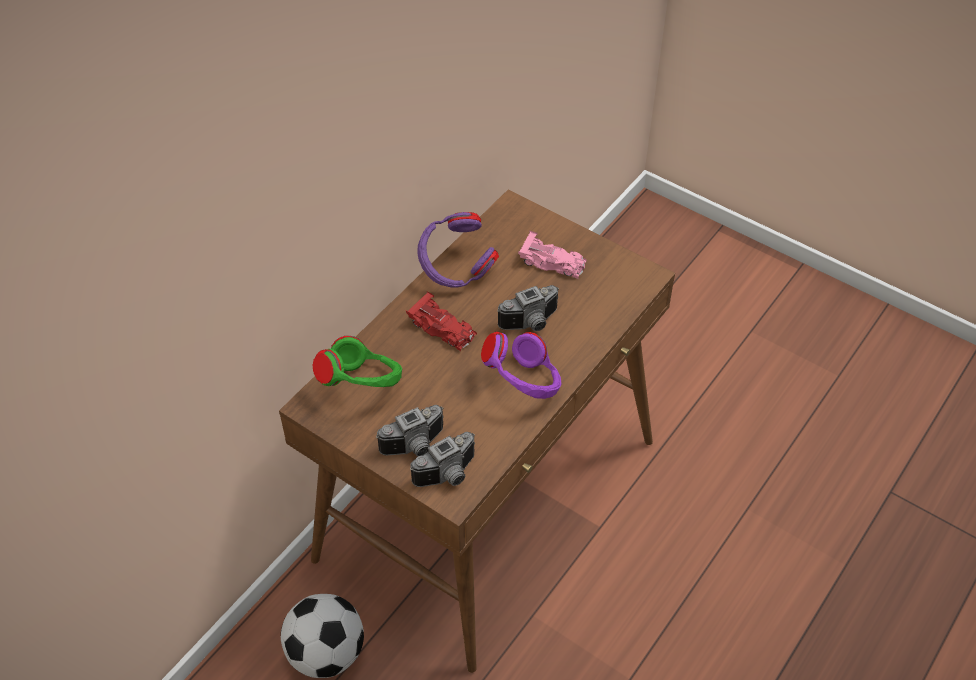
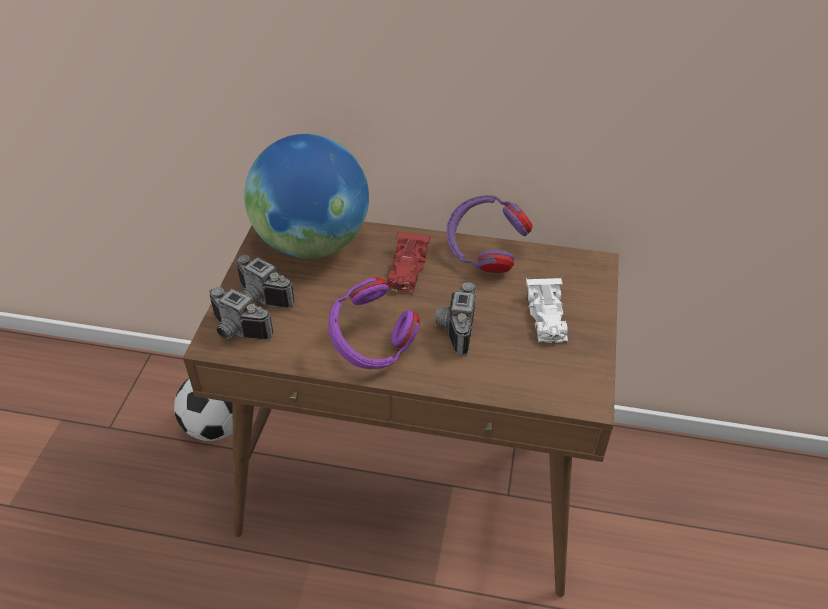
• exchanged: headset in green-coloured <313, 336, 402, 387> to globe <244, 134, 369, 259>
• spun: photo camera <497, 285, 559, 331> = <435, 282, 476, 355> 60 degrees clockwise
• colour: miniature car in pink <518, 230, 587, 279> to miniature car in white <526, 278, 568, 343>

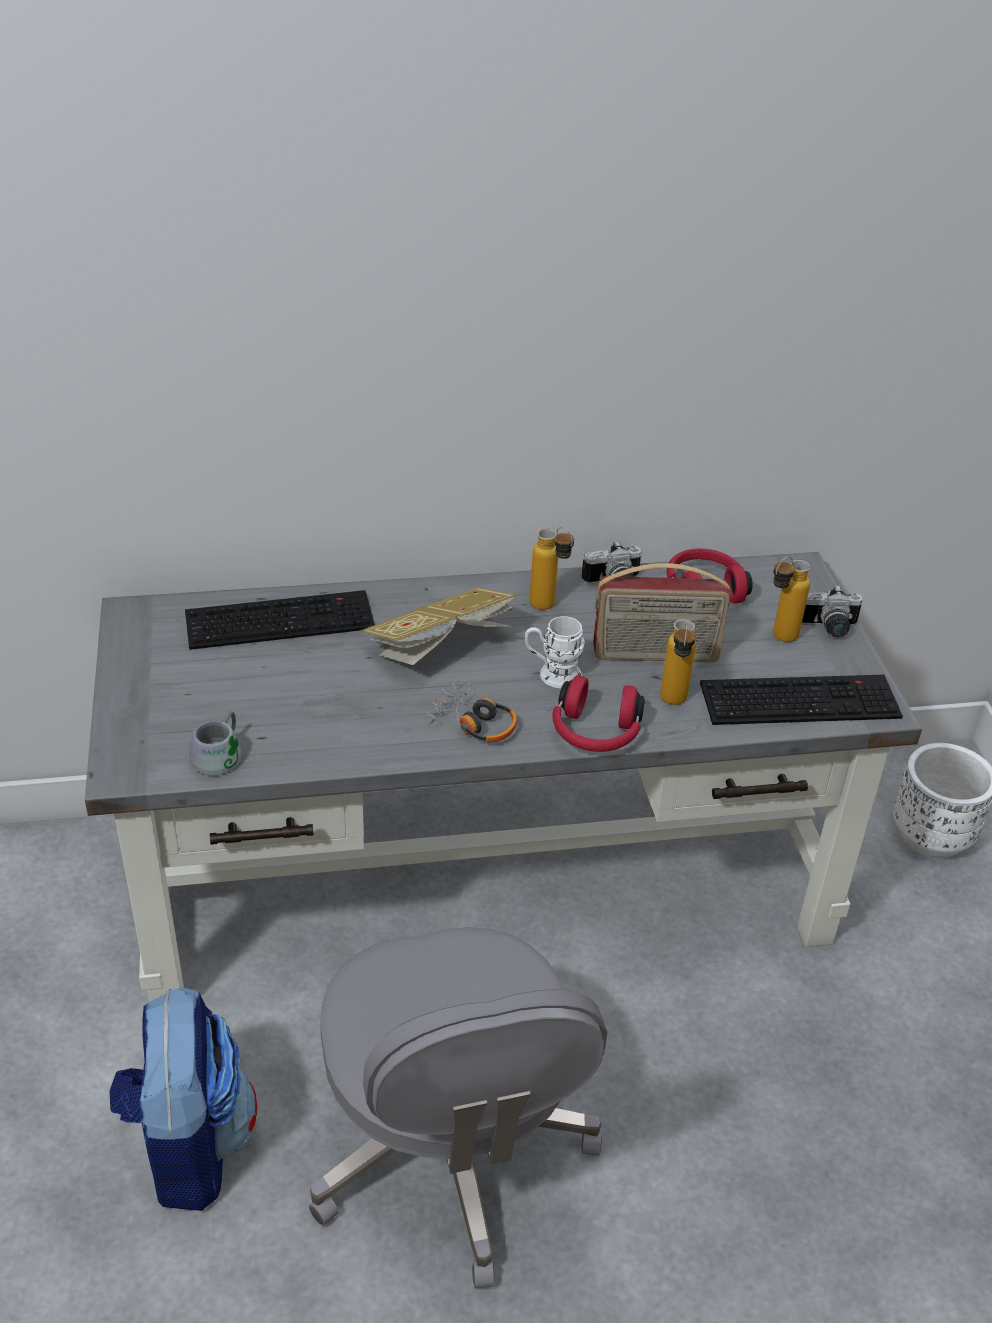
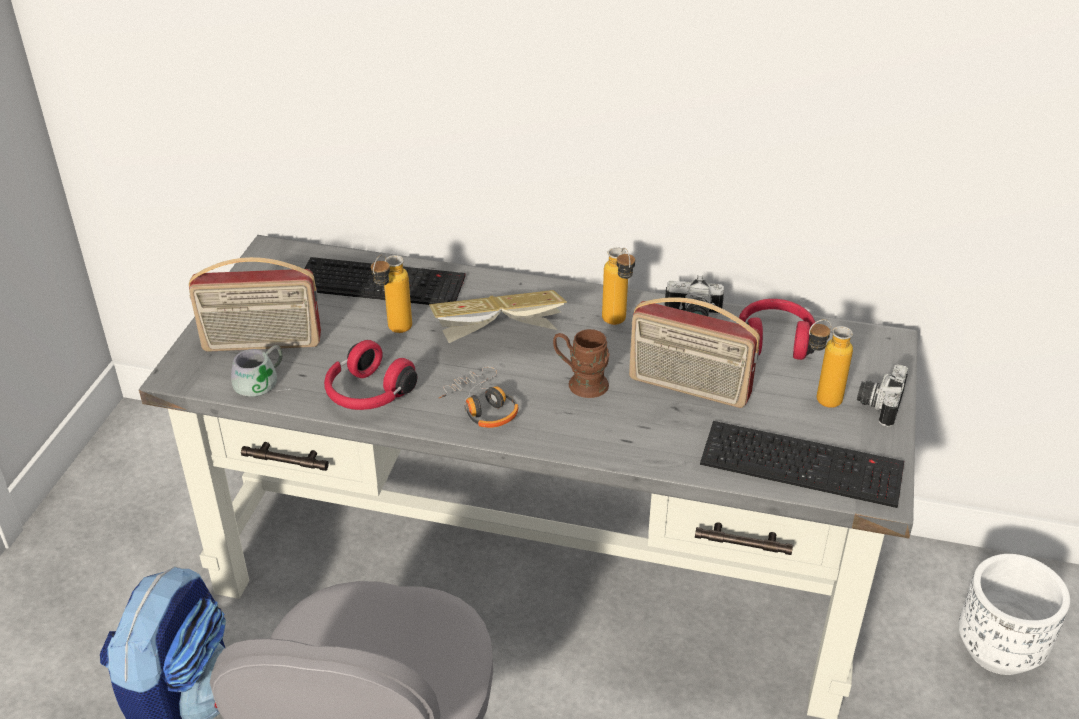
• appeared: radio set <189, 257, 321, 352>
• relocated: headset in red-coloured <552, 676, 645, 752> to <324, 340, 417, 410>
• relocated: drink bottle <660, 619, 696, 705> to <371, 255, 412, 333>
• colour: tea mug in white <525, 616, 585, 688> to tea mug in brown <553, 329, 610, 398>
• spun: photo camera <802, 585, 863, 638> = <857, 364, 908, 427> 90 degrees clockwise

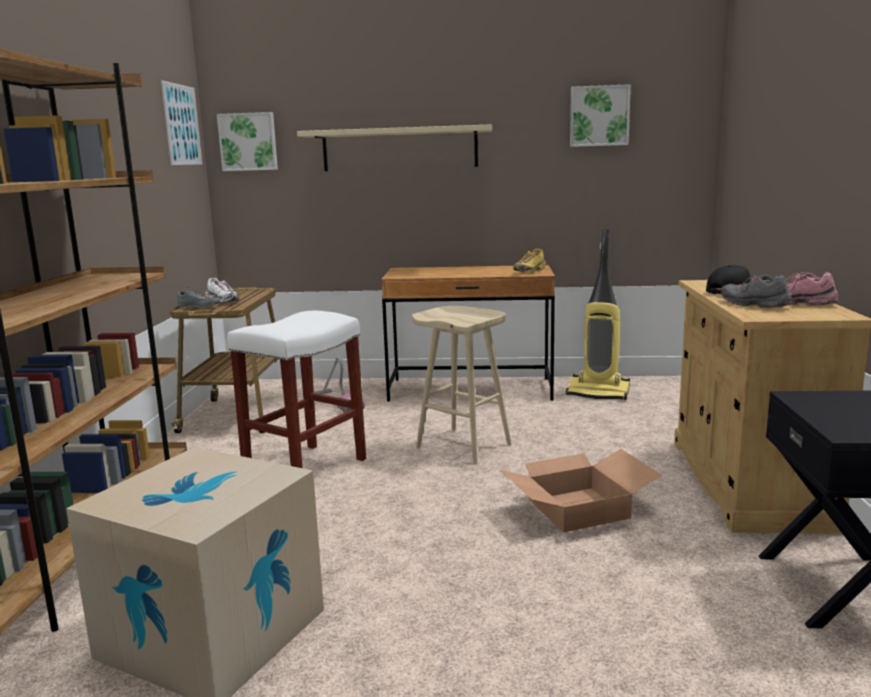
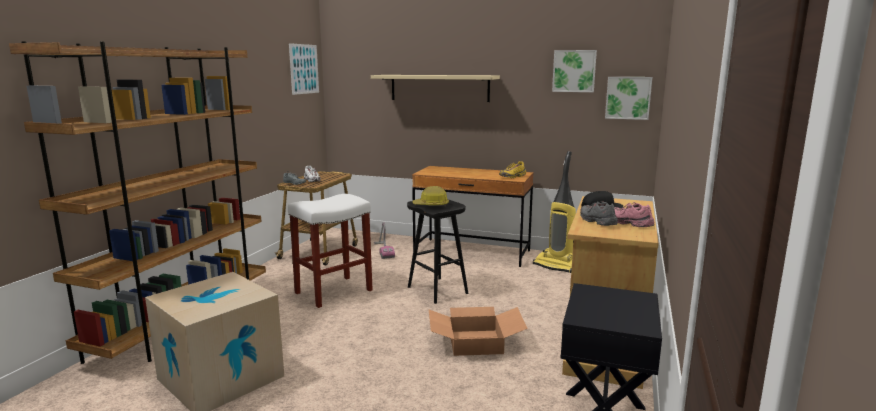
• colour: stool seat in beige-coloured <412, 306, 511, 464> to stool seat in black-coloured <407, 200, 468, 304>
• appeared: work helmet <413, 186, 449, 206>
• relocated: picture <217, 112, 278, 171> to <605, 77, 652, 120>

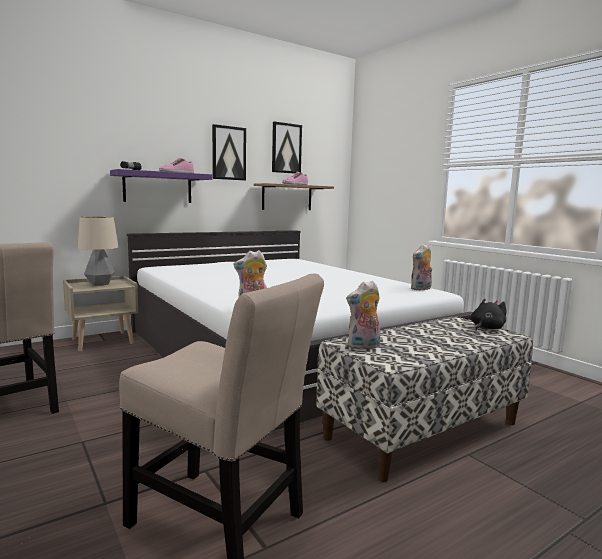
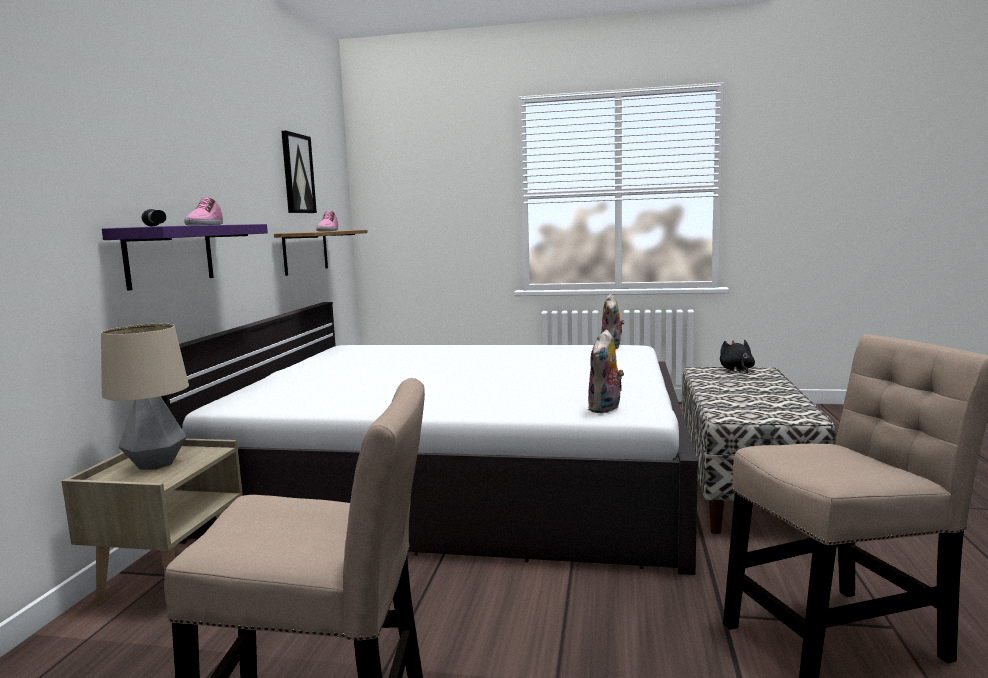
• missing: picture <212, 124, 246, 180>
• missing: cuddly toy <346, 281, 380, 350>

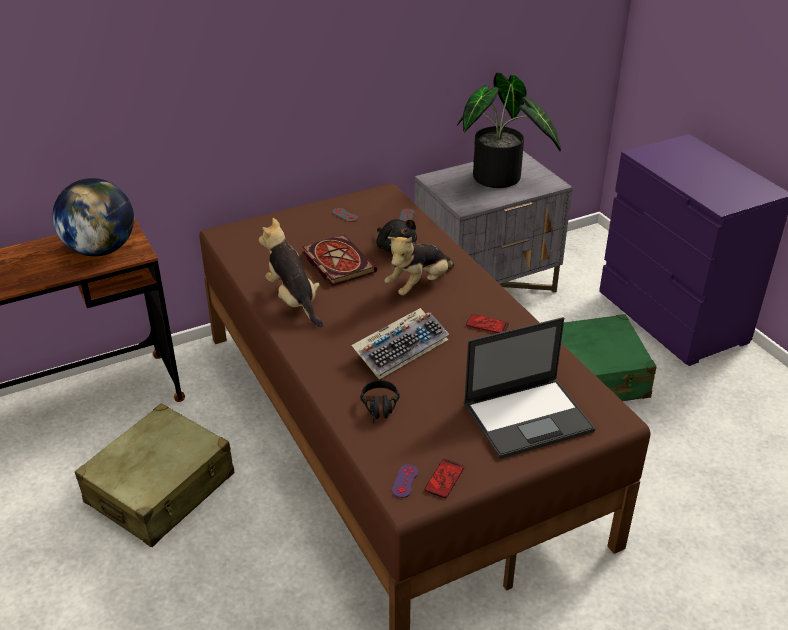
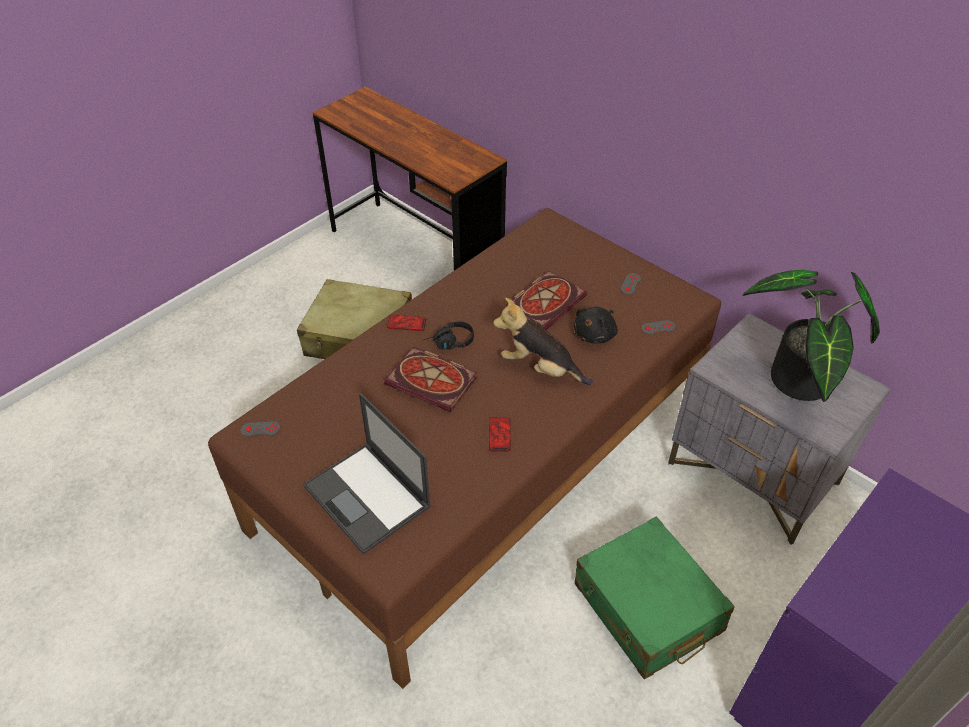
• colour: game controller in purple-coloured <392, 464, 418, 498> to game controller in gray <241, 421, 280, 437>
• exchanged: PC keyboard <352, 308, 449, 380> to book <384, 346, 477, 412>
• relocated: telephone <424, 459, 464, 498> to <387, 315, 426, 331>
• relocated: headset in black-coloured <360, 380, 399, 424> to <424, 321, 474, 350>
• missing: globe <52, 178, 134, 256>
• missing: cuddly toy <259, 218, 323, 327>

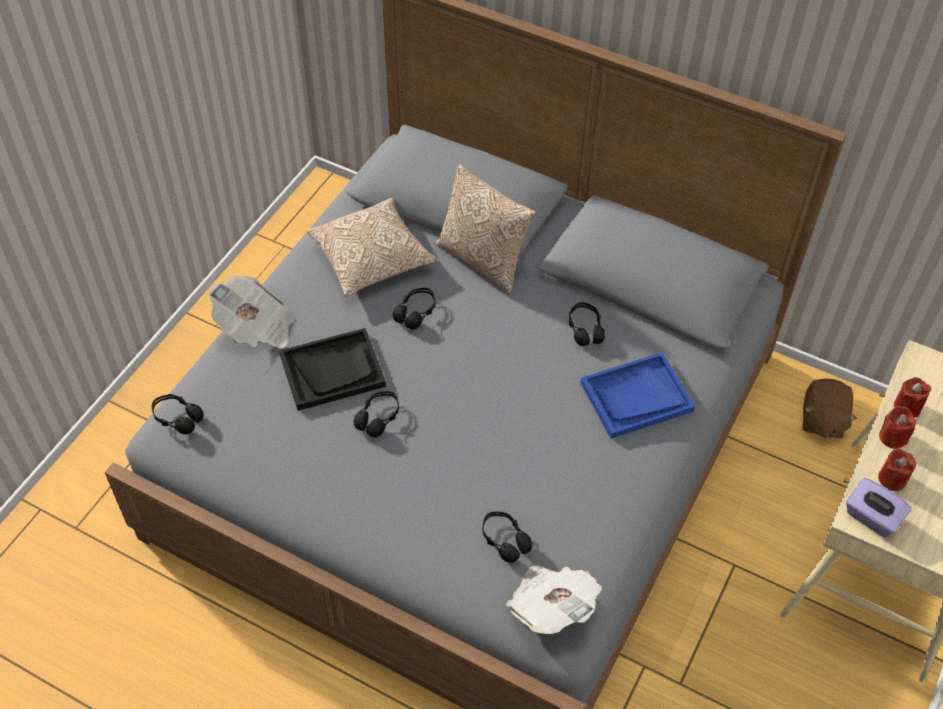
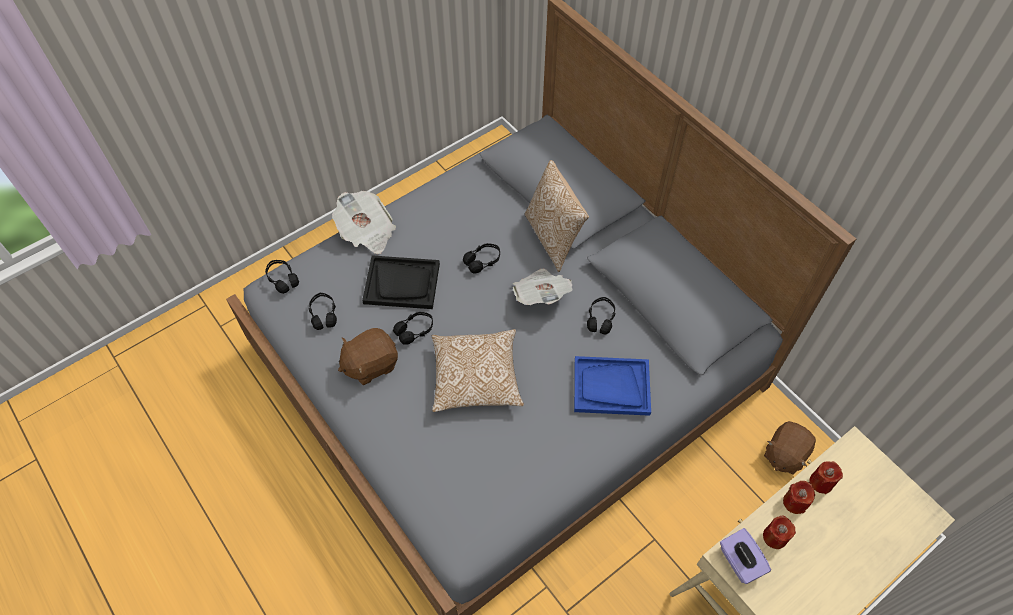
• relocated: headset in black-coloured <482, 511, 532, 563> to <308, 293, 337, 330>
• appeared: cuddly toy in brown <338, 328, 398, 385>
• relocated: pillow <307, 197, 437, 297> to <432, 329, 524, 412>
• relocated: newspaper <506, 565, 602, 634> to <513, 269, 573, 305>

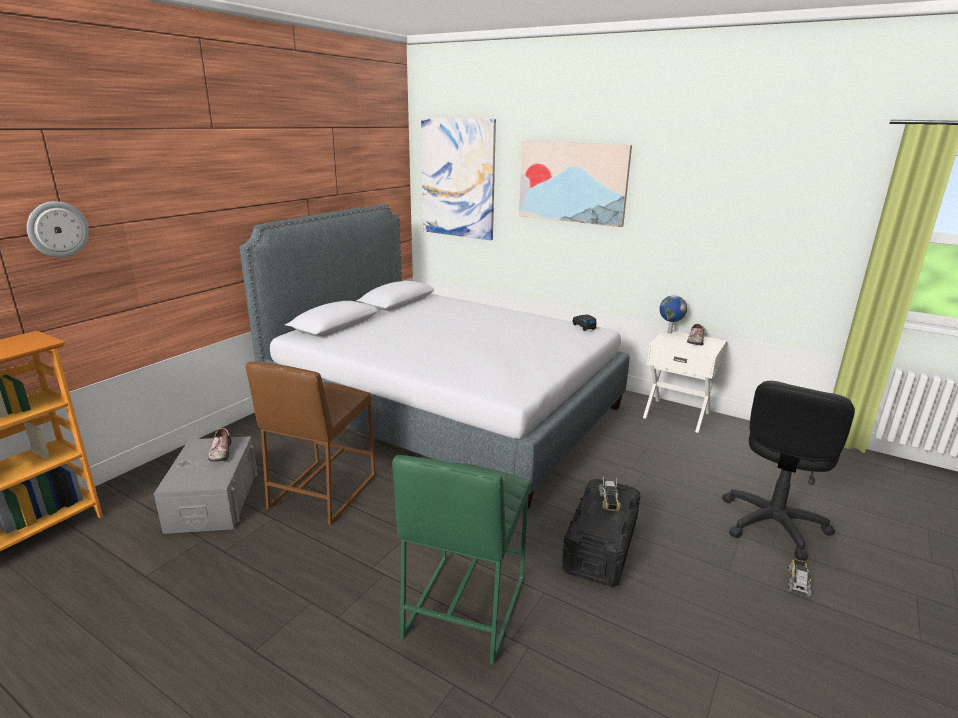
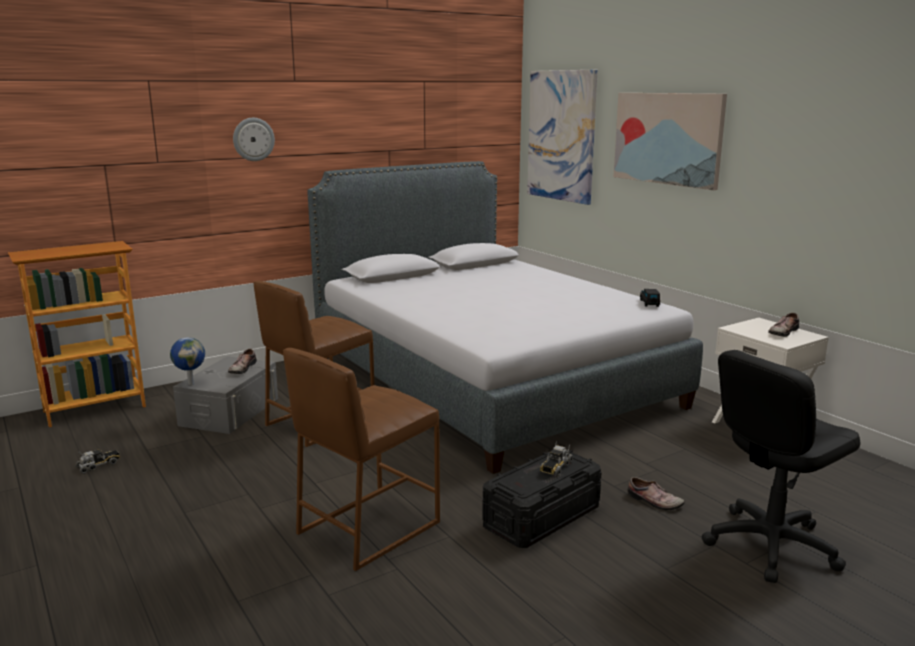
• relocated: toy lorry <787, 559, 812, 598> to <76, 449, 120, 474>
• relocated: globe <660, 295, 687, 333> to <170, 337, 205, 385>
• relocated: hanging clock <27, 201, 89, 258> to <233, 118, 275, 161>
• colour: stool seat in green-coloured <392, 455, 530, 665> to stool seat in brown <283, 348, 440, 571>
• appeared: item of footwear <628, 477, 684, 510>

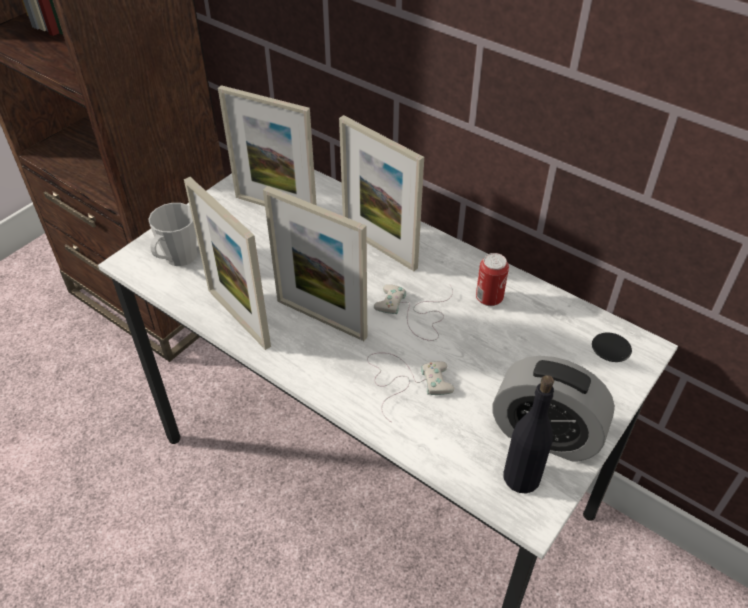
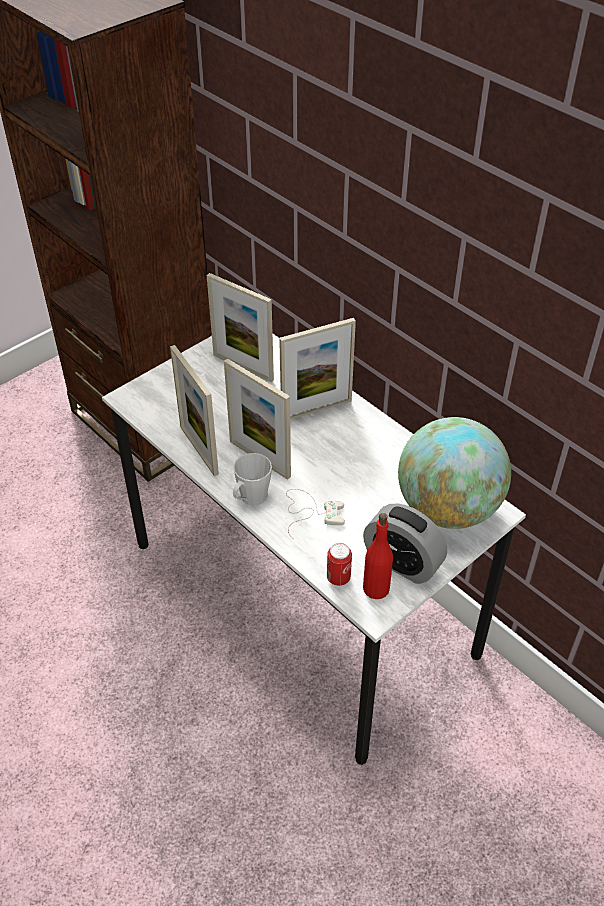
• relocated: tea mug in gray <148, 203, 198, 266> to <233, 453, 272, 506>
• spun: picture frame <339, 115, 424, 271> = <279, 318, 356, 420> 75 degrees counterclockwise
• relocated: can <476, 253, 509, 306> to <327, 543, 352, 586>
• colour: drink bottle in black-coloured <504, 375, 554, 494> to drink bottle in red-coloured <363, 513, 393, 599>
• appeared: globe <398, 417, 511, 529>
• missing: game controller in white <374, 284, 453, 341>

